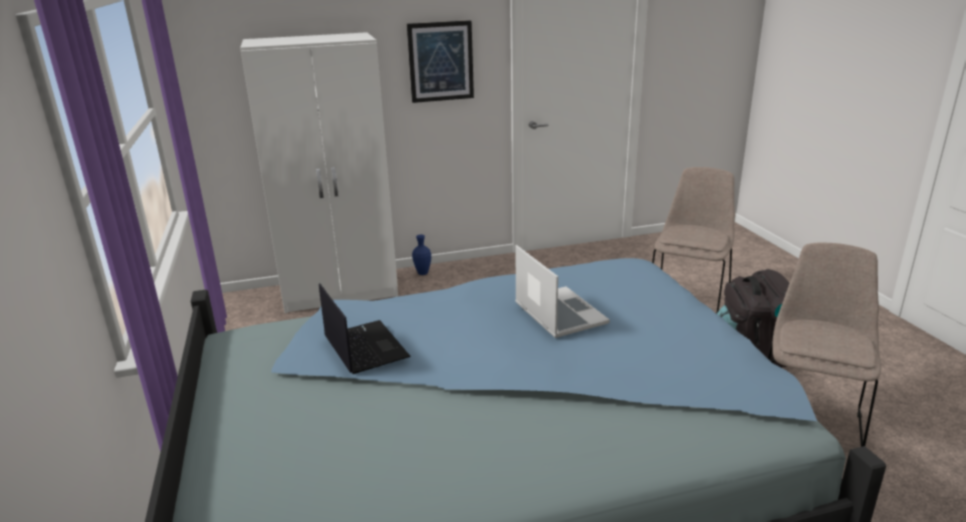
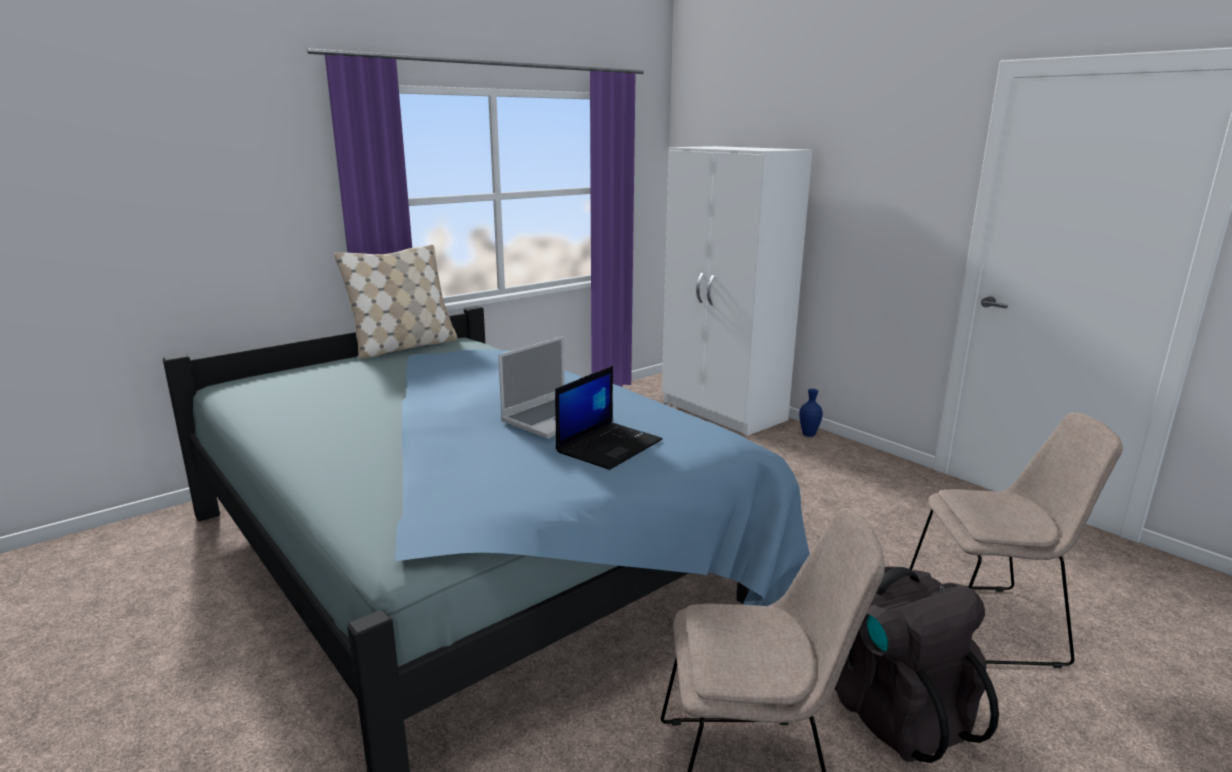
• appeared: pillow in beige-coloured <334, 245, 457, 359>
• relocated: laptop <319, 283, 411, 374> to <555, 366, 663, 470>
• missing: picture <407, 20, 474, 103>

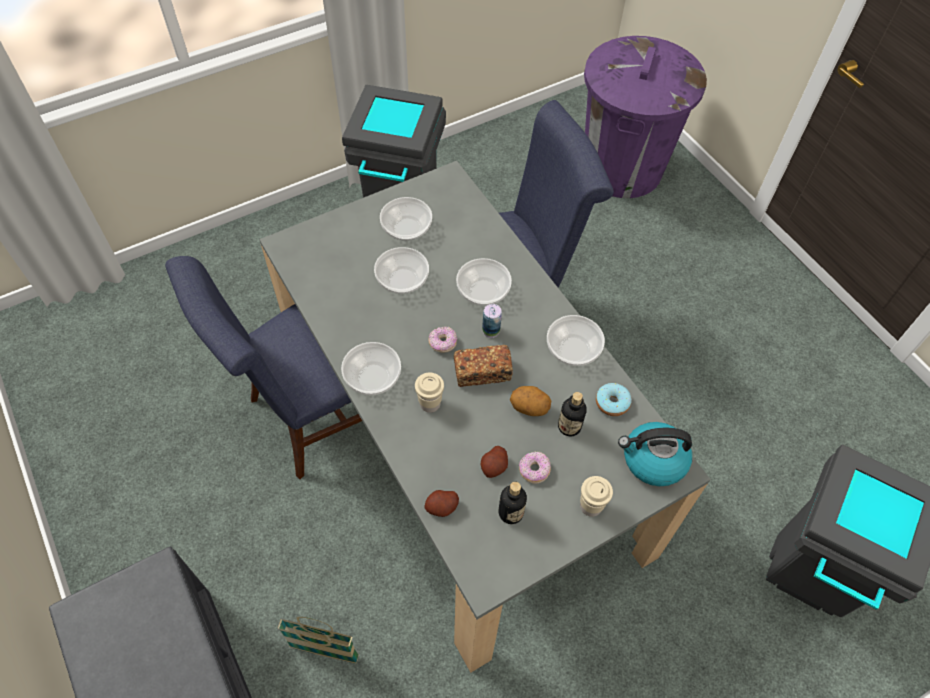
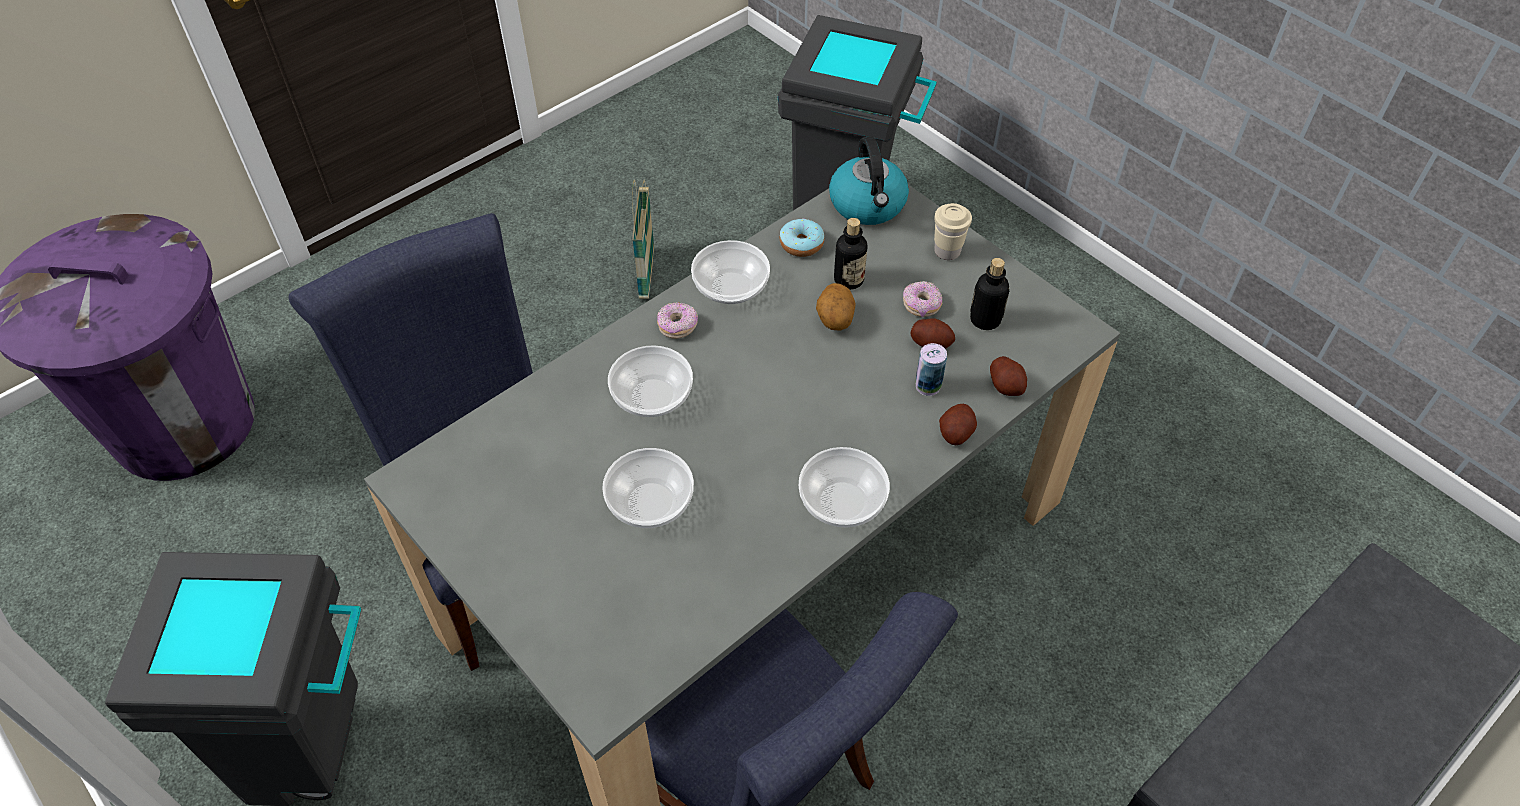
• relocated: basket <278, 617, 359, 663> to <632, 179, 654, 299>
• relocated: ring doughnut <428, 326, 457, 353> to <657, 302, 698, 339>
• relocated: can <482, 304, 502, 338> to <915, 343, 947, 396>
• appeared: potato <939, 404, 977, 445>
• missing: serving bowl <380, 197, 432, 241>
• missing: small cup in beige-coloured <415, 373, 444, 413>
• missing: bakery bread <454, 345, 513, 387>

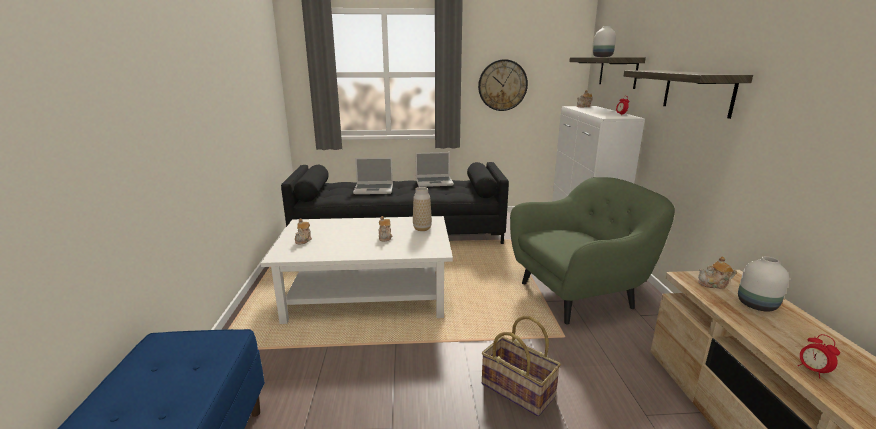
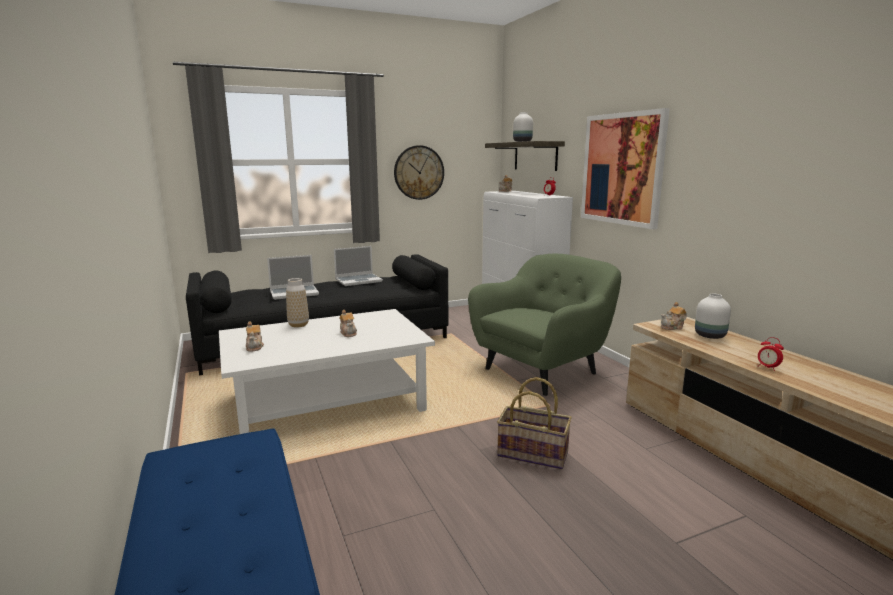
• relocated: decorative vase <413, 187, 432, 231> to <286, 278, 309, 328>
• exchanged: shelf <623, 70, 753, 119> to picture <581, 108, 670, 229>

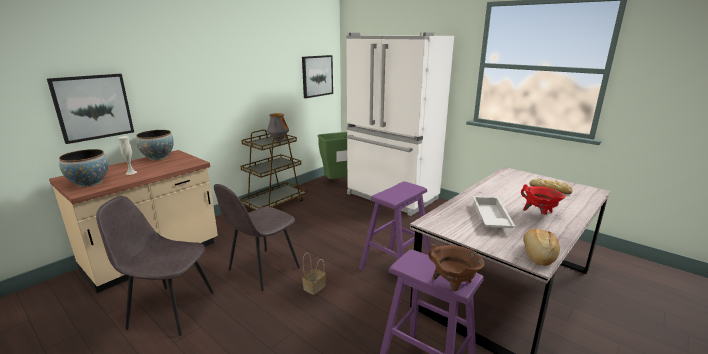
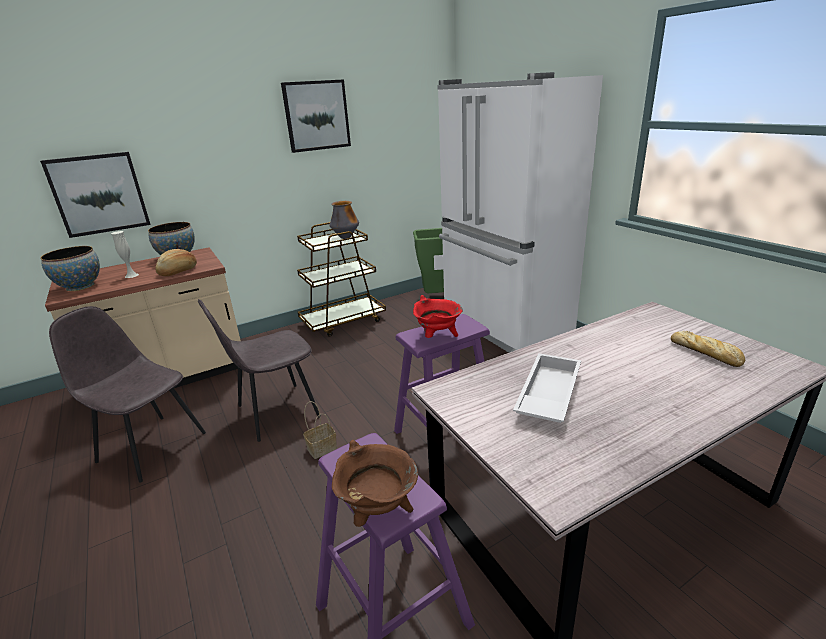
• relocated: bakery bread <523, 229, 560, 266> to <155, 249, 197, 276>
• relocated: picture <302, 55, 333, 98> to <281, 79, 351, 153>
• relocated: cooking pot in red-coloured <521, 184, 565, 215> to <413, 295, 463, 338>

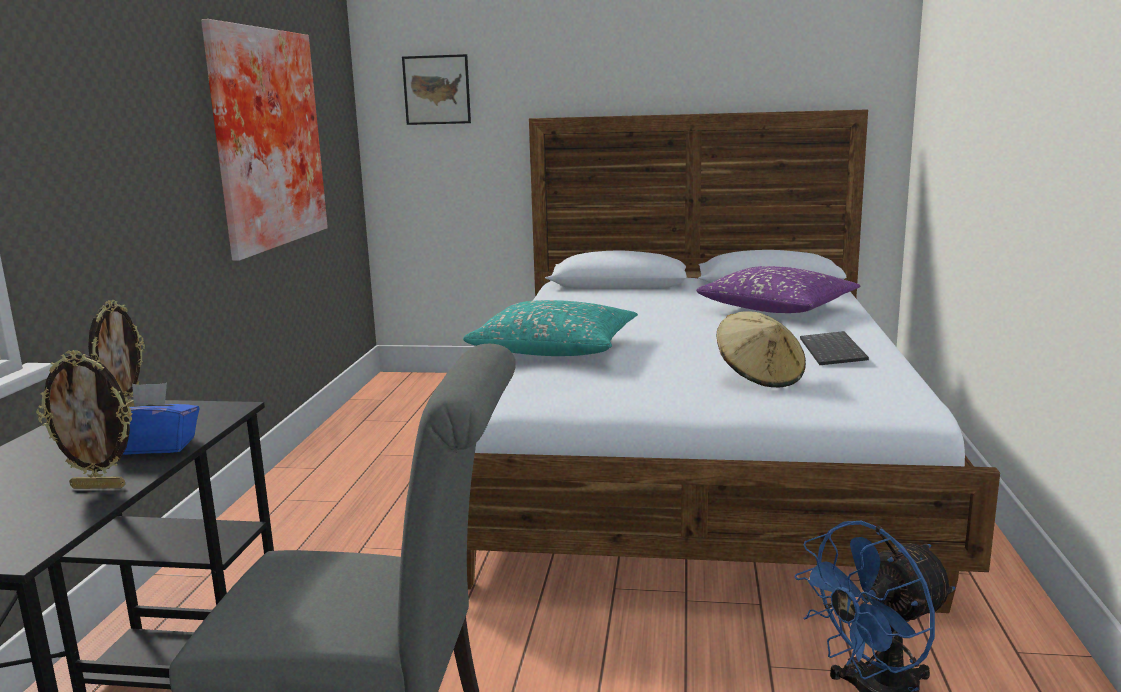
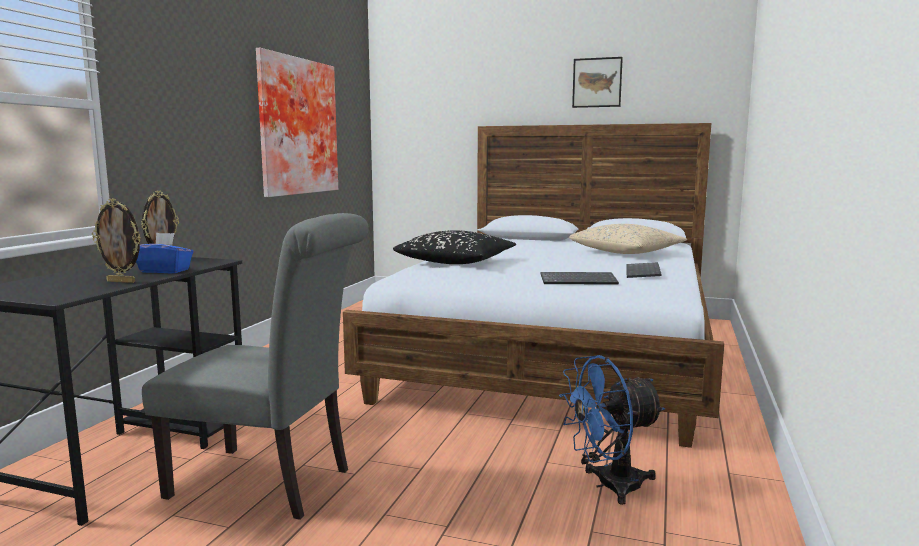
• colour: pillow in turquoise <463, 300, 638, 356> to pillow in black-coloured <393, 230, 516, 264>
• exchanged: clothing hat in beige-coloured <717, 311, 806, 387> to PC keyboard <540, 272, 619, 285>
• colour: pillow in purple-coloured <697, 266, 860, 313> to pillow in beige-coloured <569, 224, 687, 254>
• relocated: picture <402, 54, 471, 125> to <572, 57, 623, 108>

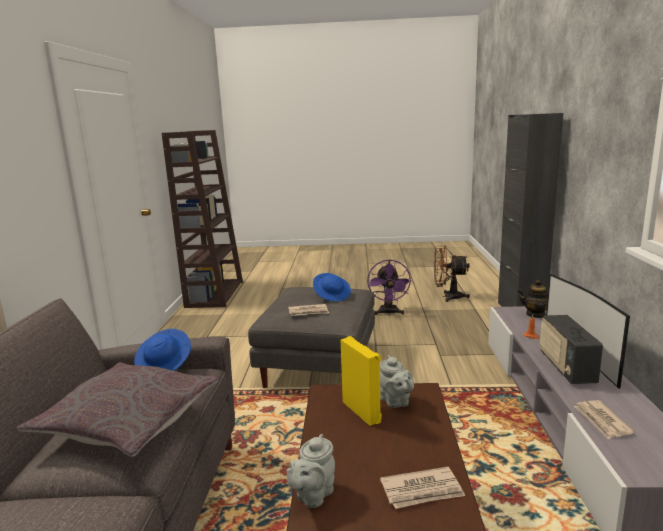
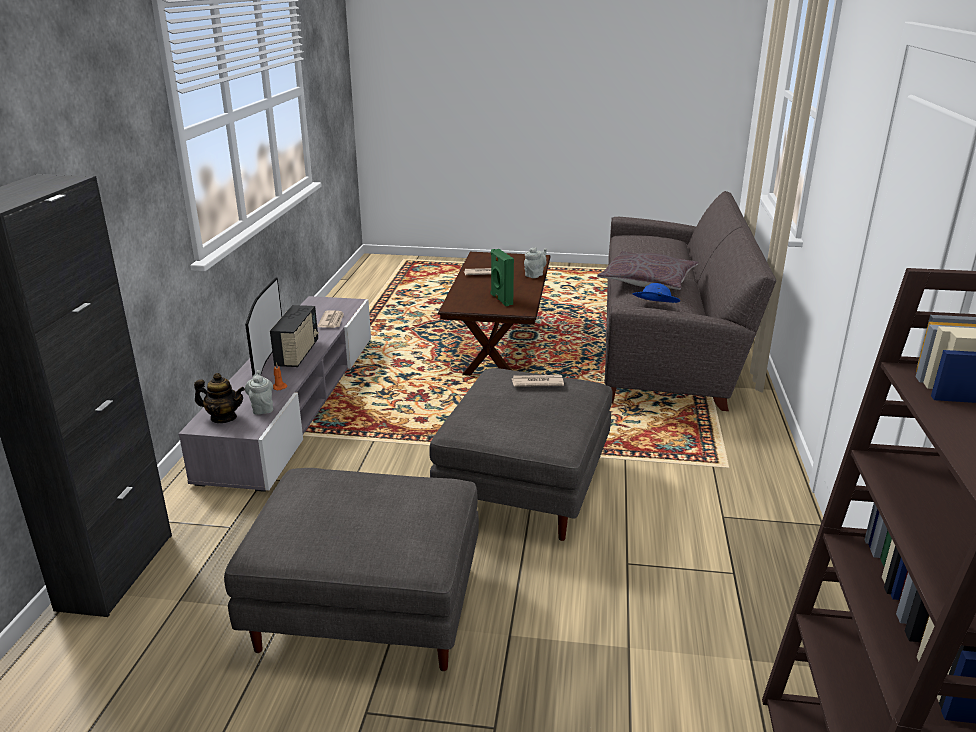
• exchanged: cooling fan in purple-coloured <367, 259, 412, 315> to footrest in gray <224, 468, 479, 671>
• relocated: teapot in gray <380, 355, 414, 408> to <245, 370, 273, 415>
• colour: speaker in yellow <340, 336, 381, 426> to speaker in green-coloured <491, 249, 514, 306>
• missing: clothing hat in blue <313, 273, 351, 301>
• missing: cooling fan in brown <434, 246, 470, 302>

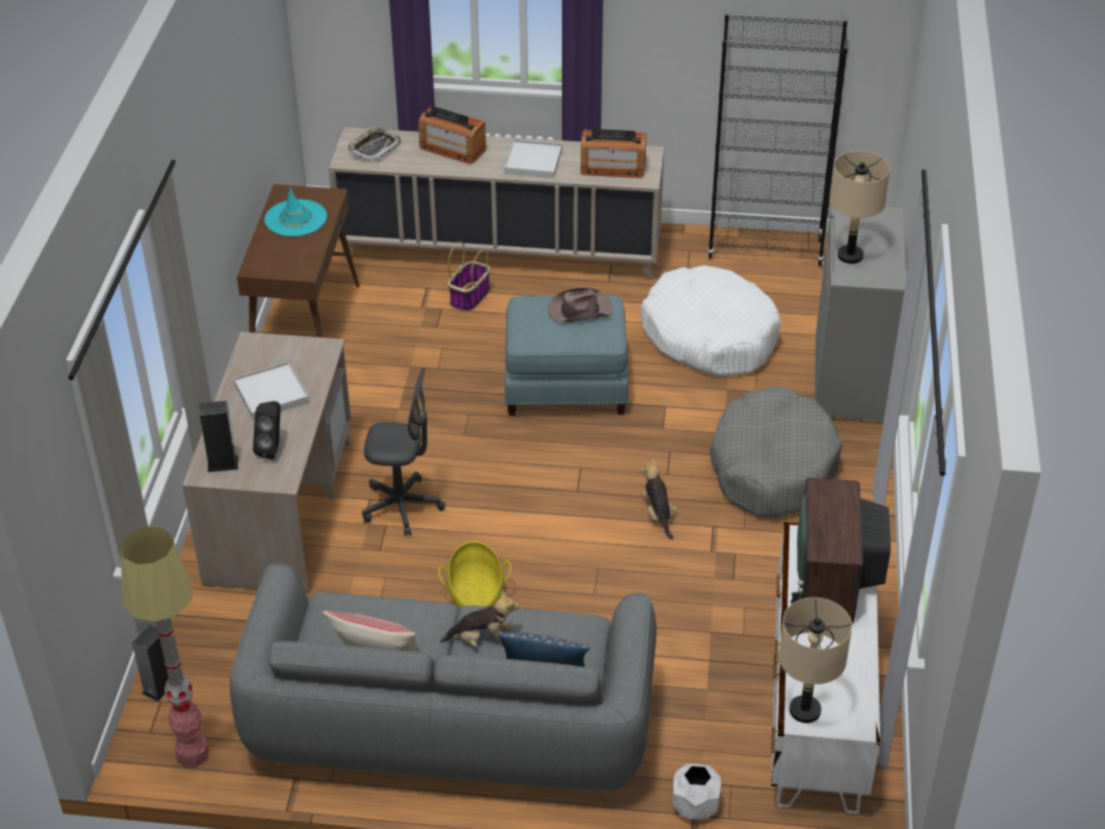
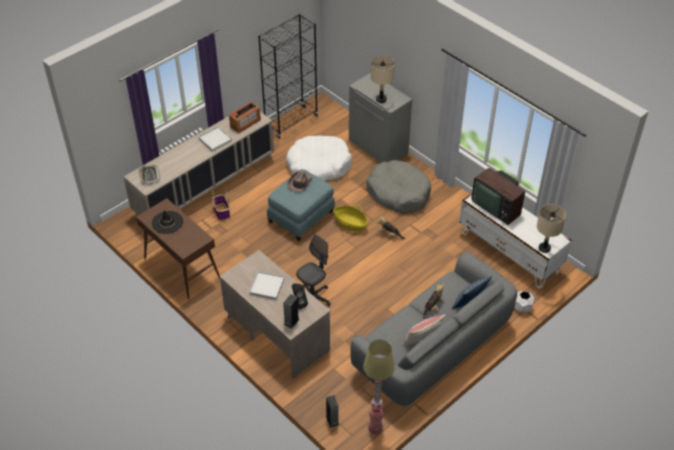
• colour: clothing hat in turquoise <265, 187, 327, 237> to clothing hat in black-coloured <152, 210, 183, 234>
• relocated: basket <438, 541, 511, 609> to <334, 204, 368, 231>
• missing: radio set <419, 106, 486, 165>

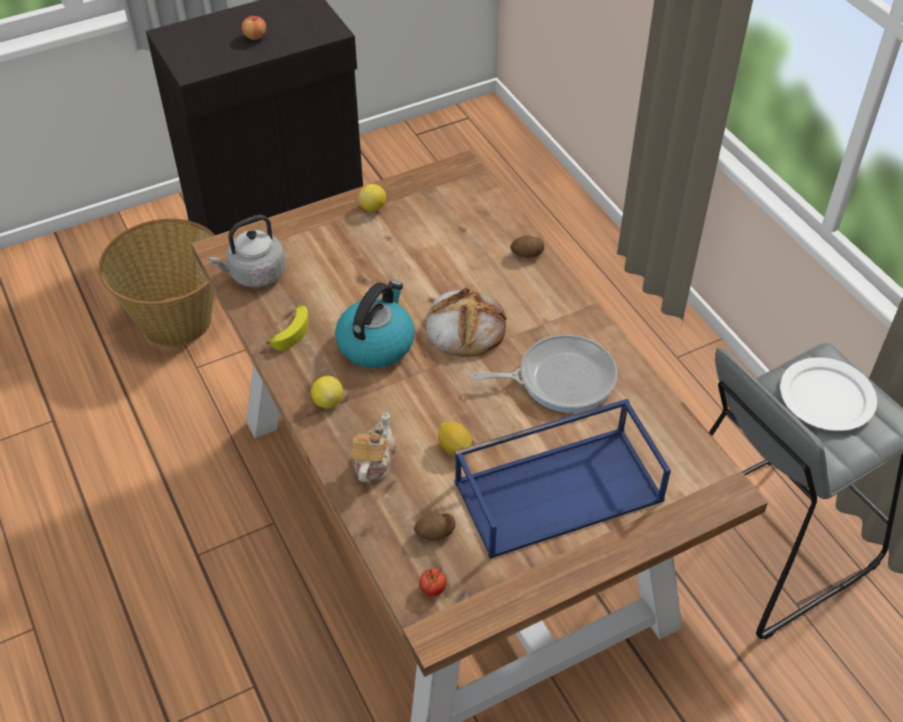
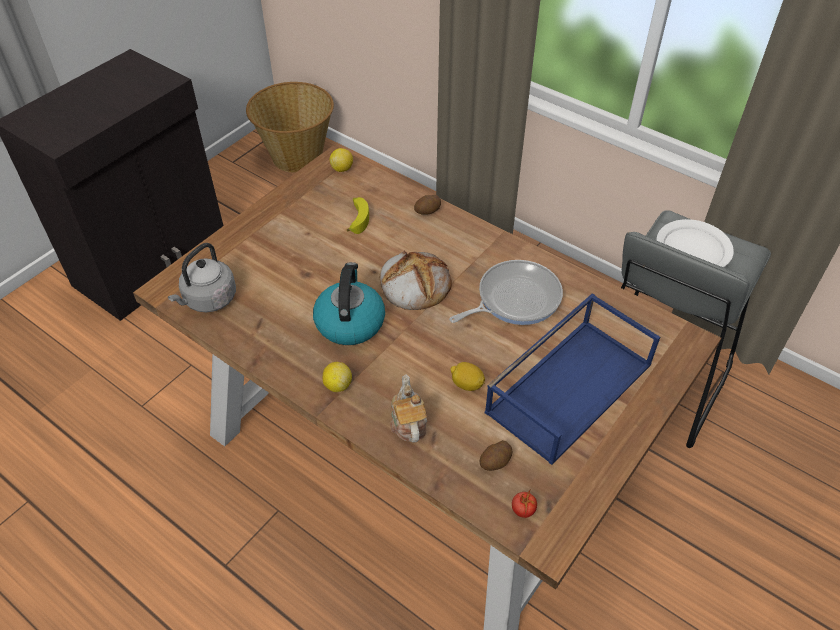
• relocated: basket <99, 219, 215, 347> to <246, 82, 334, 173>
• relocated: whole lemon <358, 184, 386, 211> to <330, 148, 353, 172>
• relocated: banana fruit <266, 304, 309, 351> to <347, 197, 369, 234>
• missing: whole apple <242, 15, 266, 40>

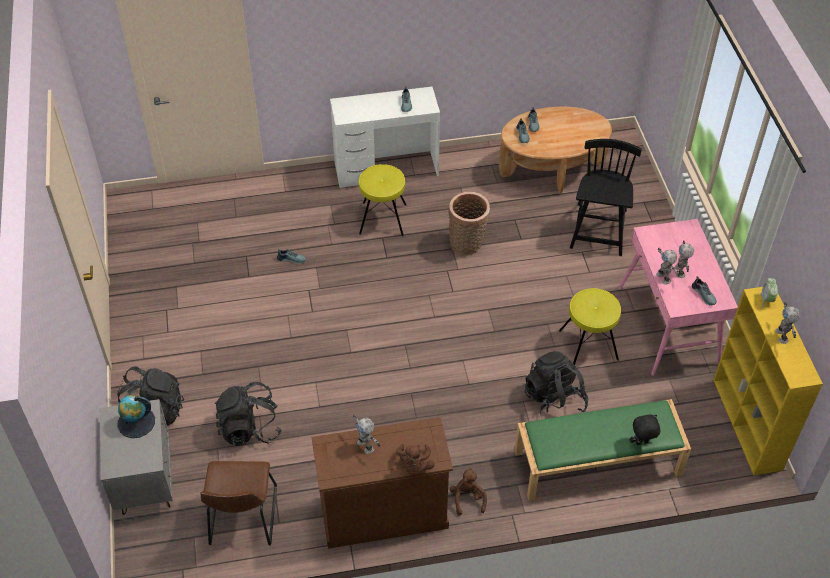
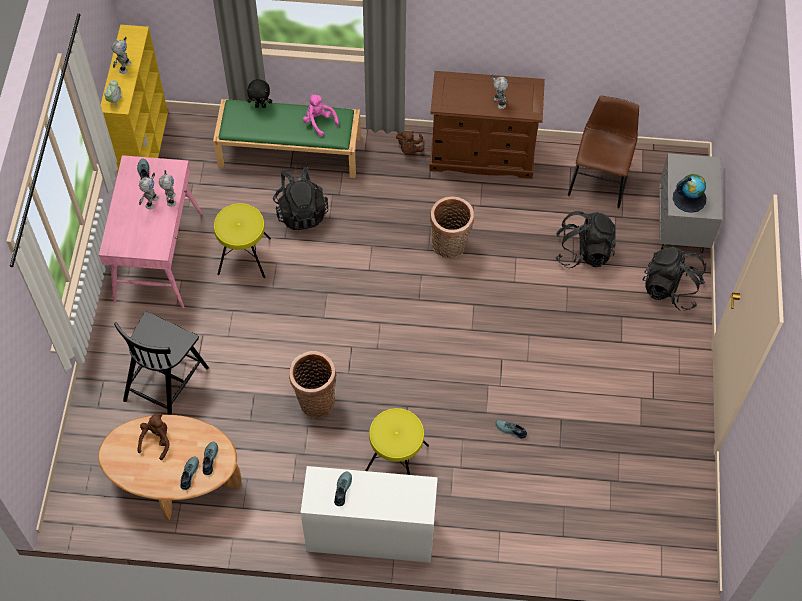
• relocated: cuddly toy in brown <396, 444, 435, 475> to <138, 413, 170, 460>
• appeared: cuddly toy in pink <303, 94, 339, 137>
• appeared: basket <430, 196, 474, 259>

